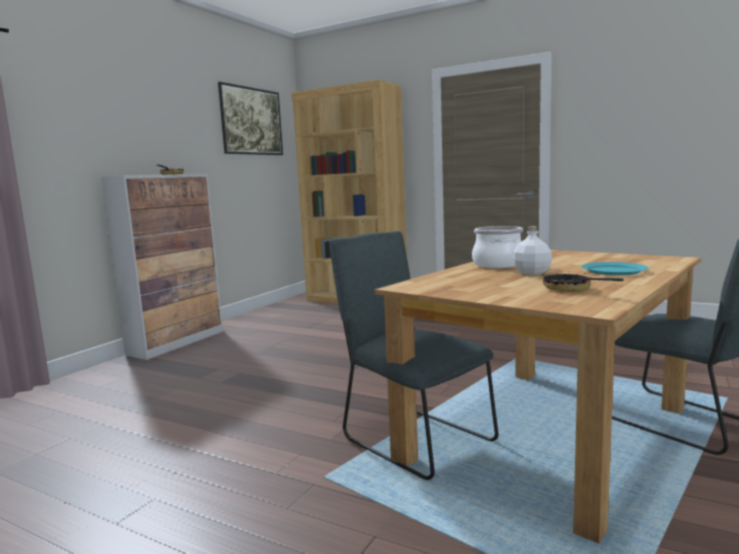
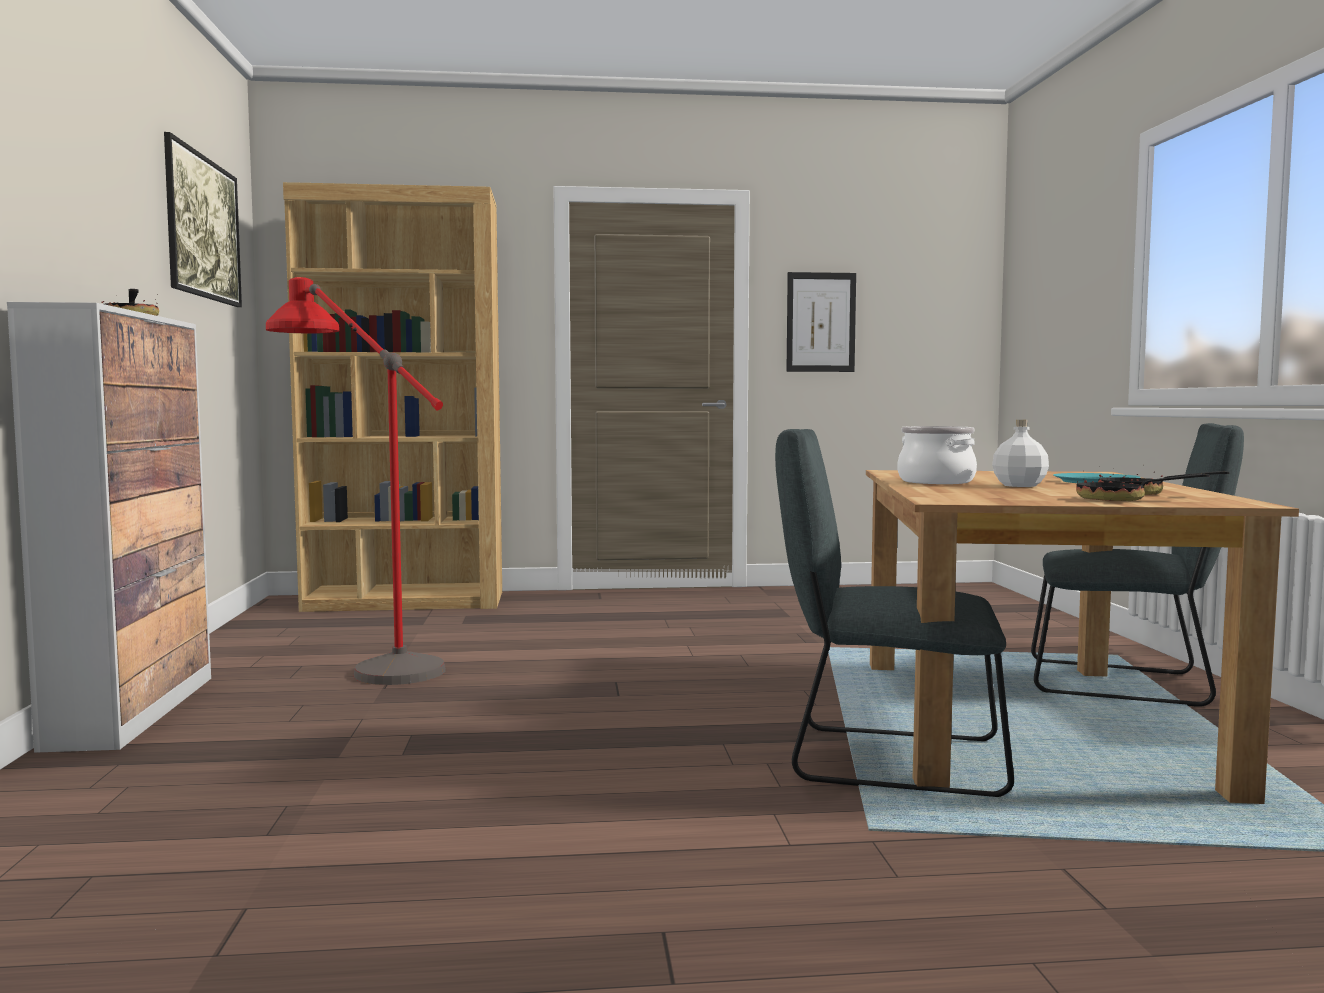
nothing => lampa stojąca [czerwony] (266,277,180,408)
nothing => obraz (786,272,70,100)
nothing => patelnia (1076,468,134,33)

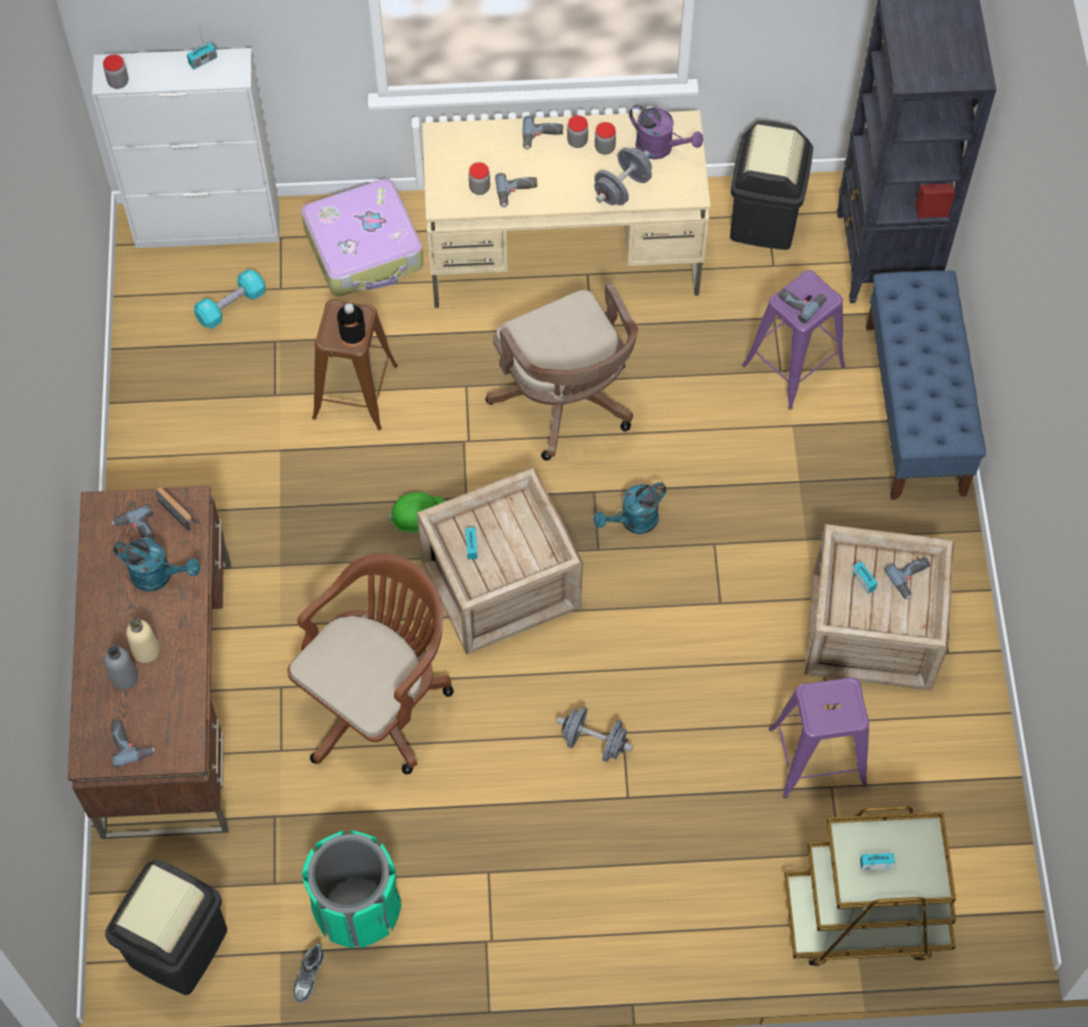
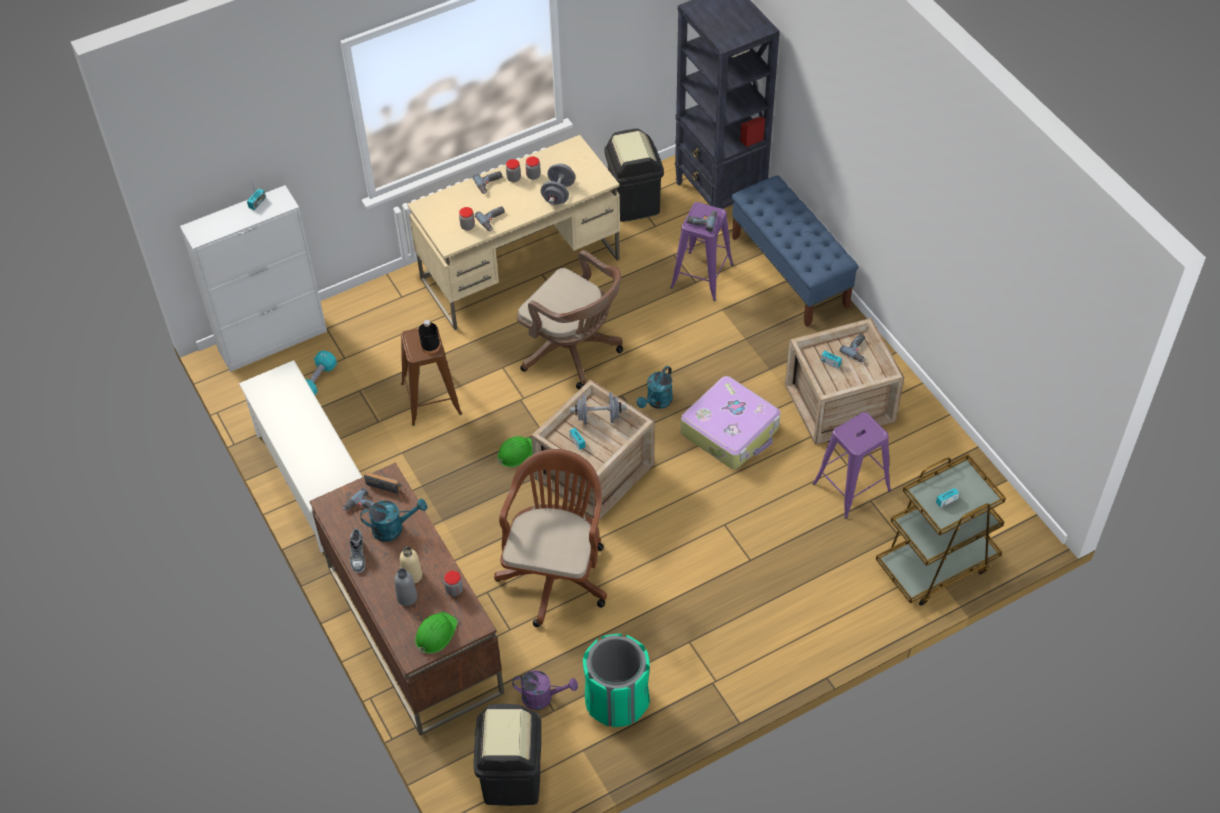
nothing => regał na buty [biały] (239,360,123,193)
słoik (103,54,26,35) => słoik (444,570,19,26), shifted
but (293,943,31,60) => but (350,528,15,45), shifted
walizka (301,178,123,119) => walizka (681,376,100,93), shifted
hantel [szary] (557,706,76,56) => hantel [szary] (570,392,57,33), shifted
konewka [fioletowy] (629,105,74,55) => konewka [fioletowy] (512,670,66,40), shifted
wiertarka (111,720,44,48) => kask [zielony] (415,612,43,42)

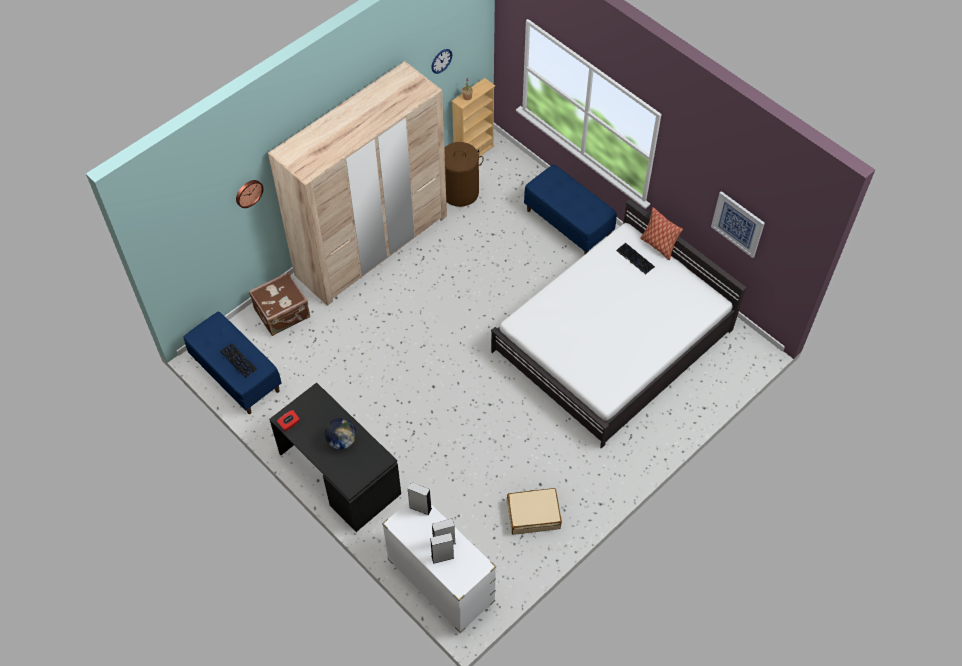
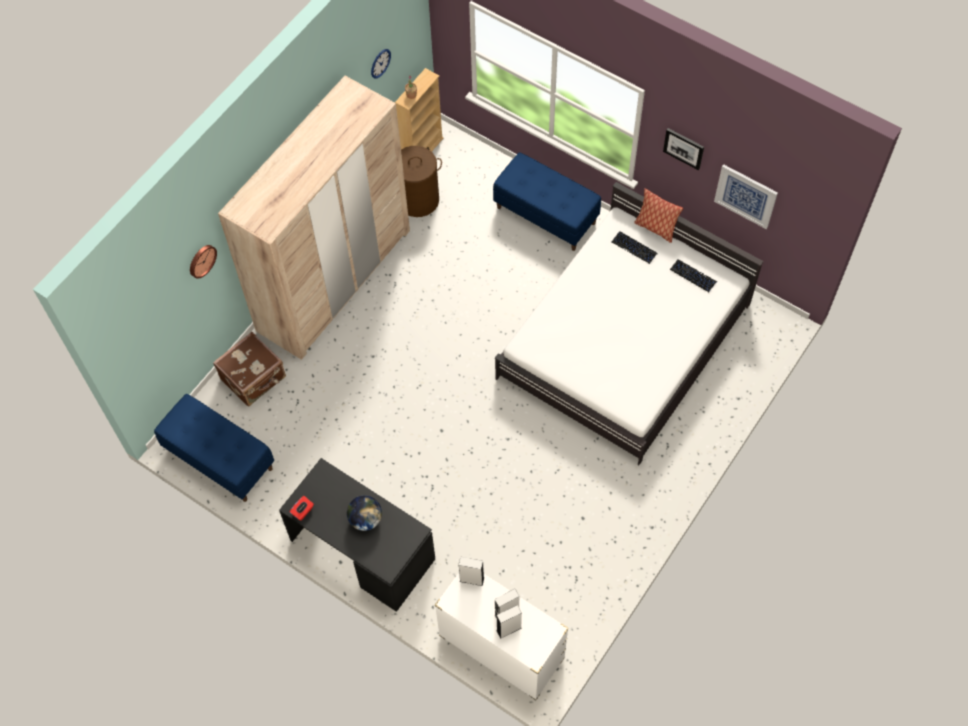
walizka [beżowy] (507,488,55,47) => nothing
nothing => obraz (663,128,41,42)
klawiatura (221,343,36,35) => klawiatura (670,259,47,33), shifted

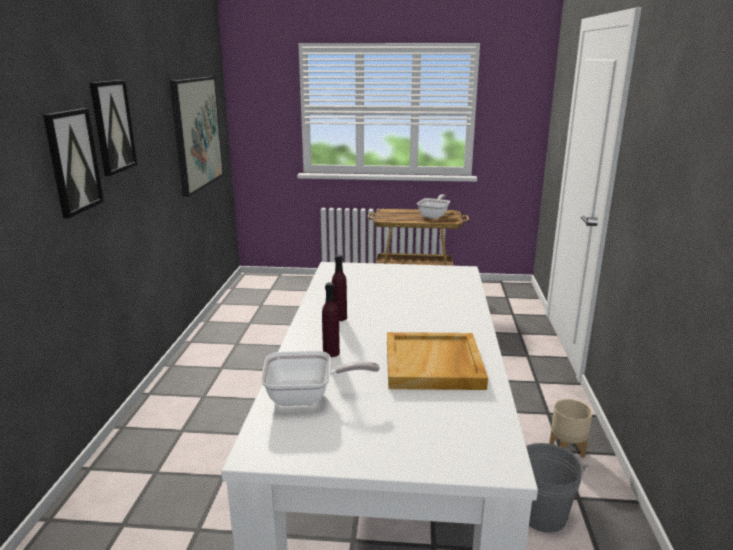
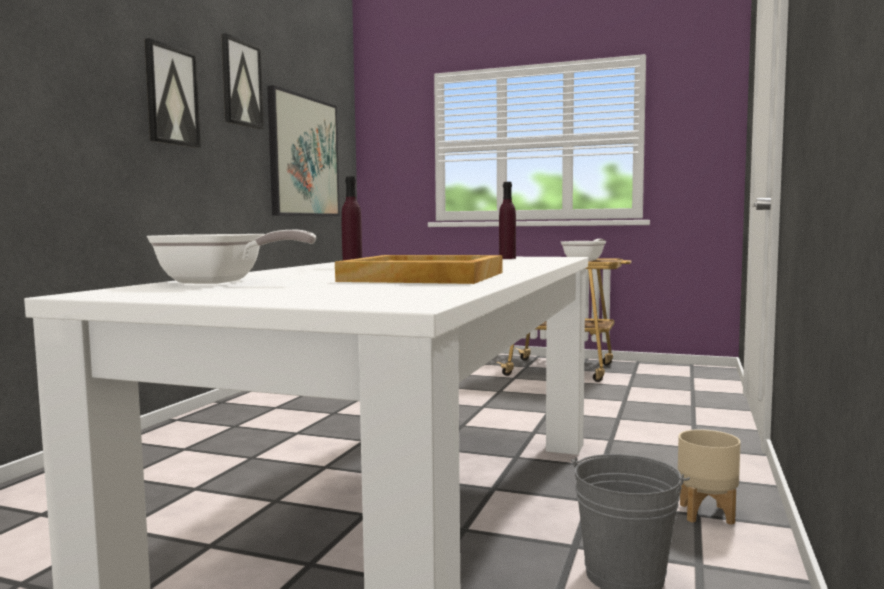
obraz (43,108,61,110) => obraz (221,33,43,96), shifted
butelka [fioletowy] (322,282,18,75) => butelka [fioletowy] (499,182,17,77), shifted

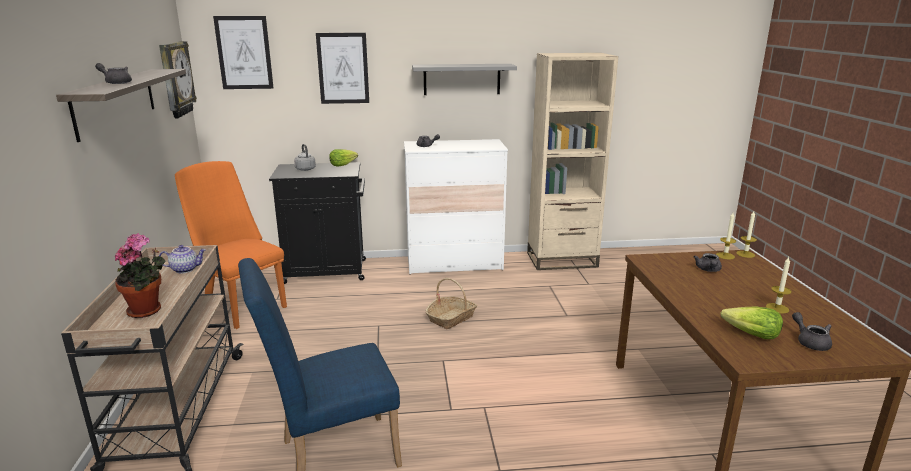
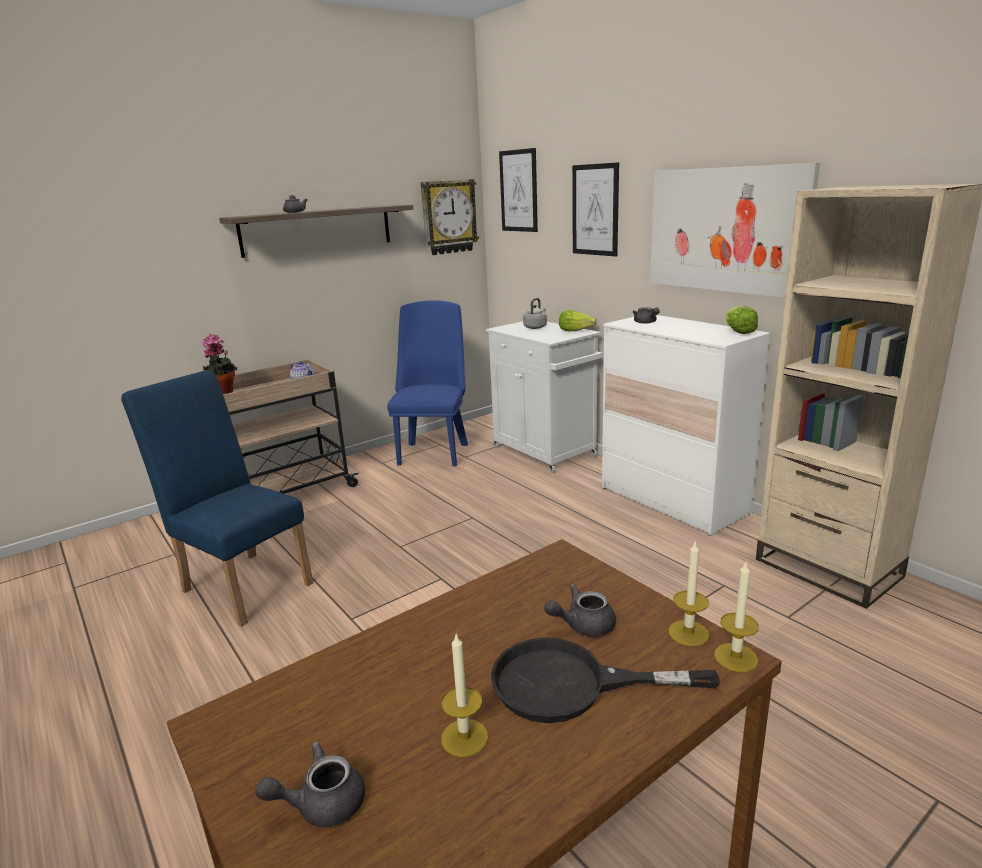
koszyk (425,278,52,51) => nothing
nothing => patelnia [czarny] (491,637,229,86)
sałata (721,306,62,33) => sałata (726,306,32,28), shifted
półka [szary] (412,64,105,31) => obraz (650,163,170,135)
krzesło [pomarańczowy] (175,161,112,168) => krzesło [niebieski] (387,300,81,166)
szafka [czarny] (269,162,97,122) => szafka [biały] (486,321,116,152)
imbryk [szary] (792,312,40,39) => imbryk [szary] (255,741,110,86), 150 degrees counterclockwise

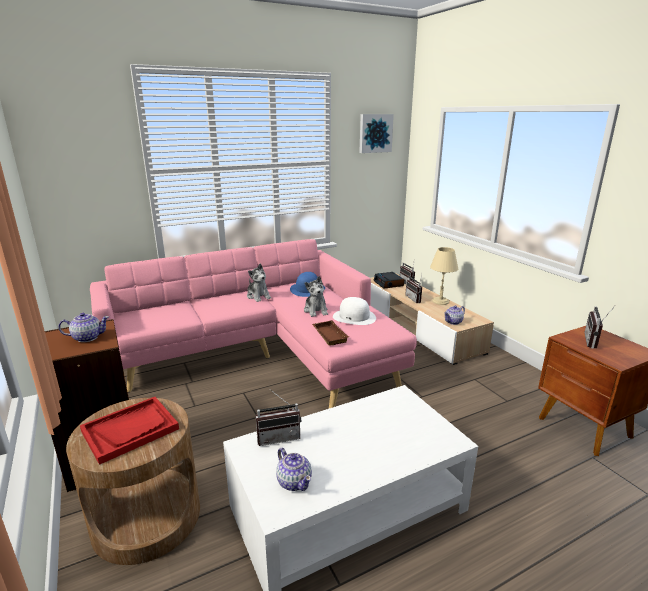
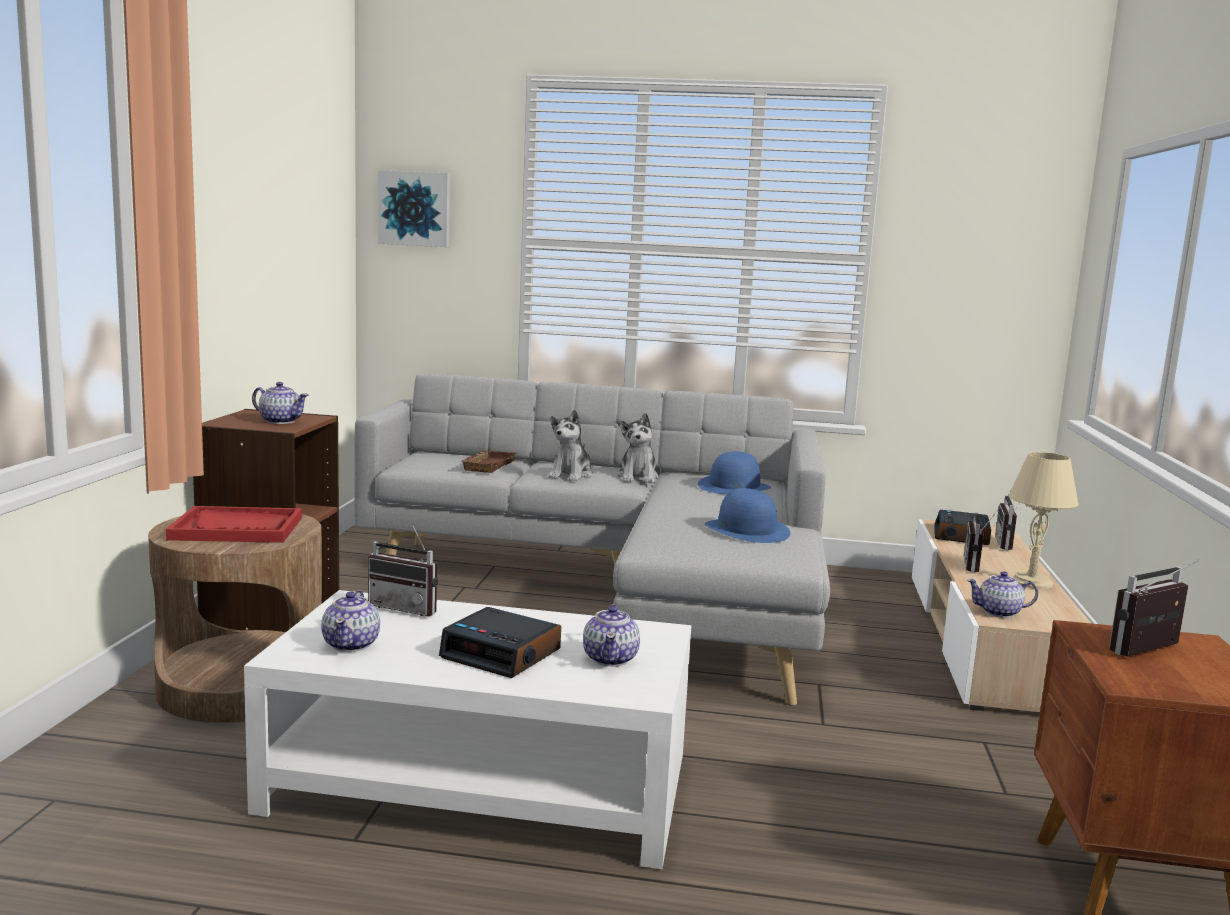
nothing => budzik (439,607,122,71)
nothing => imbryk (583,604,57,62)
pluszak (304,276,24,41) => pluszak (549,410,44,71), shifted
taca [brązowy] (312,320,37,26) => taca [brązowy] (461,451,55,22), shifted
obraz (359,114,35,39) => obraz (378,170,72,77), shifted
kanapa [różowy] (90,239,327,169) => kanapa [szary] (354,374,476,332)
kapelusz [biały] (333,297,43,28) => kapelusz [niebieski] (705,488,85,55)

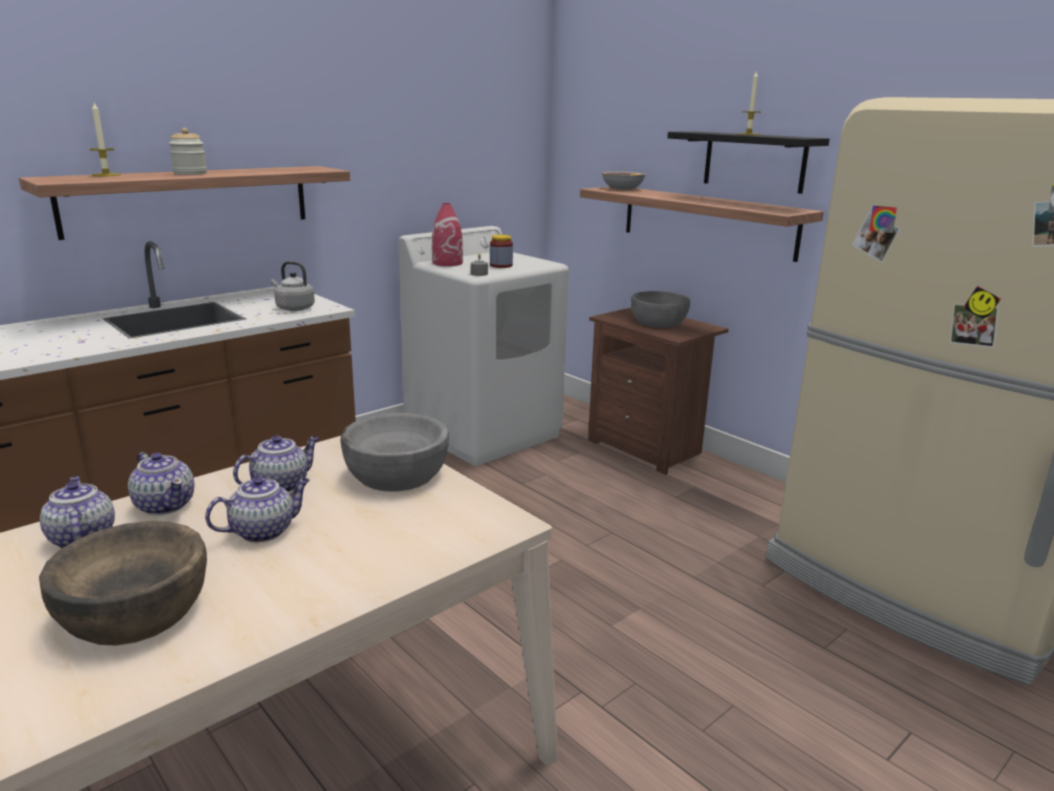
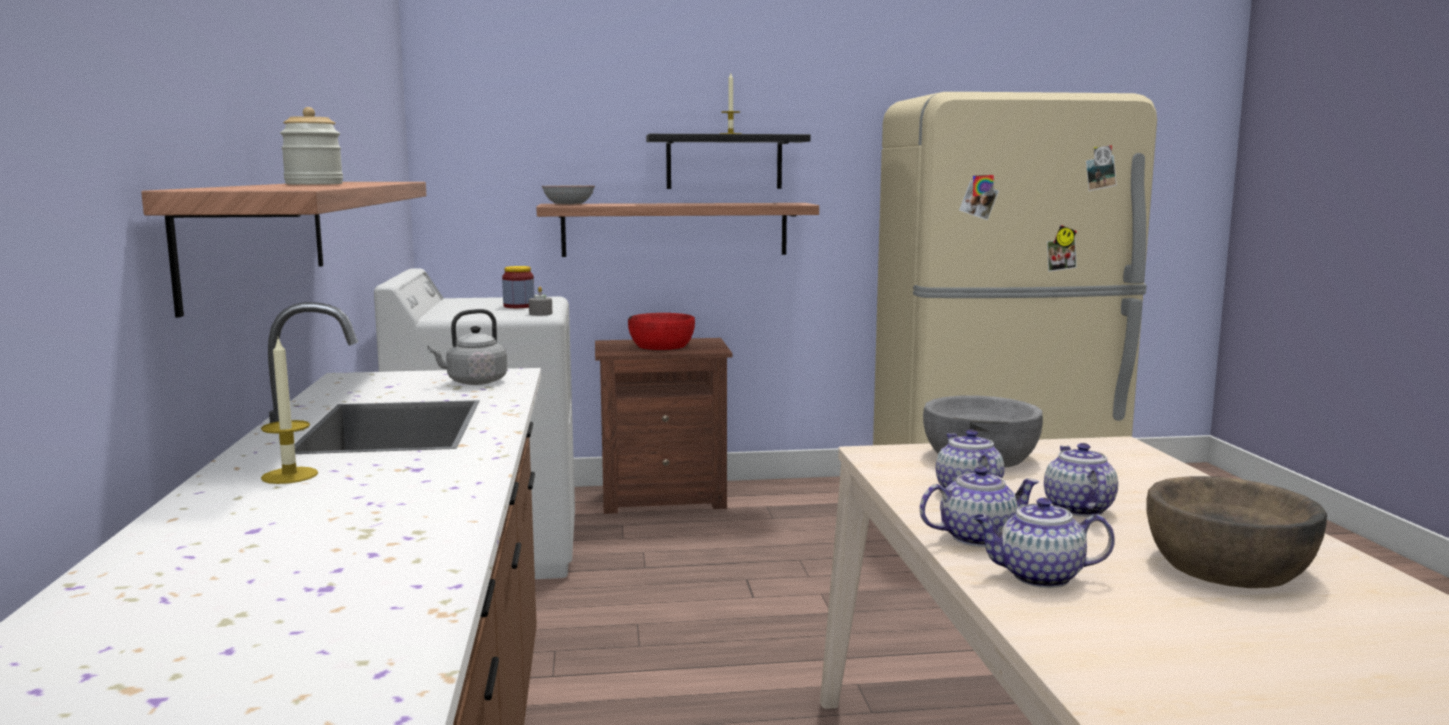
wazon [czerwony] (432,203,31,63) => nothing
świeca (90,103,31,73) => świeca (261,338,57,146), shifted
miska [szary] (631,291,59,37) => miska [czerwony] (628,313,67,37)

